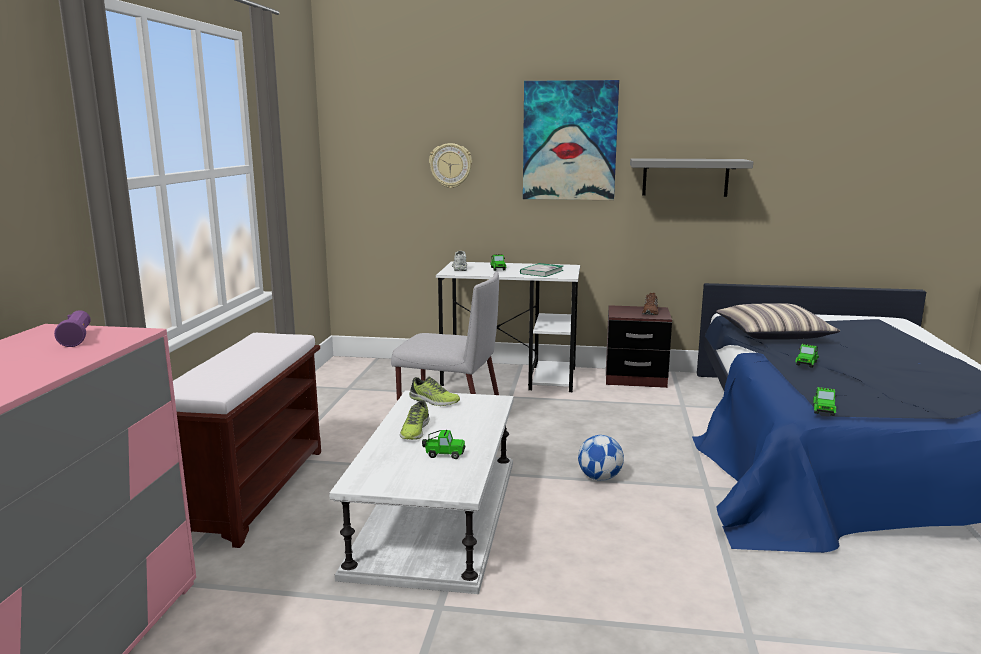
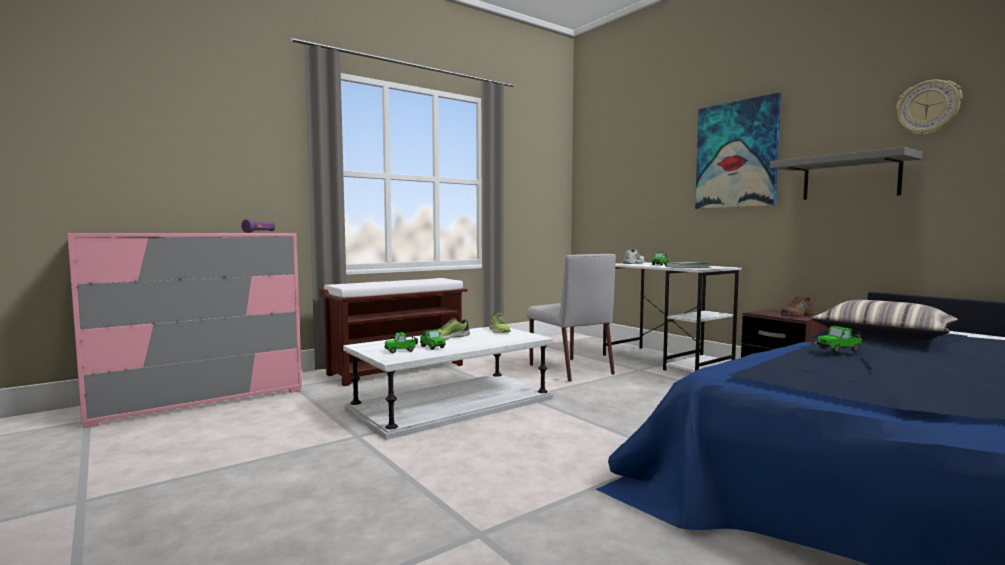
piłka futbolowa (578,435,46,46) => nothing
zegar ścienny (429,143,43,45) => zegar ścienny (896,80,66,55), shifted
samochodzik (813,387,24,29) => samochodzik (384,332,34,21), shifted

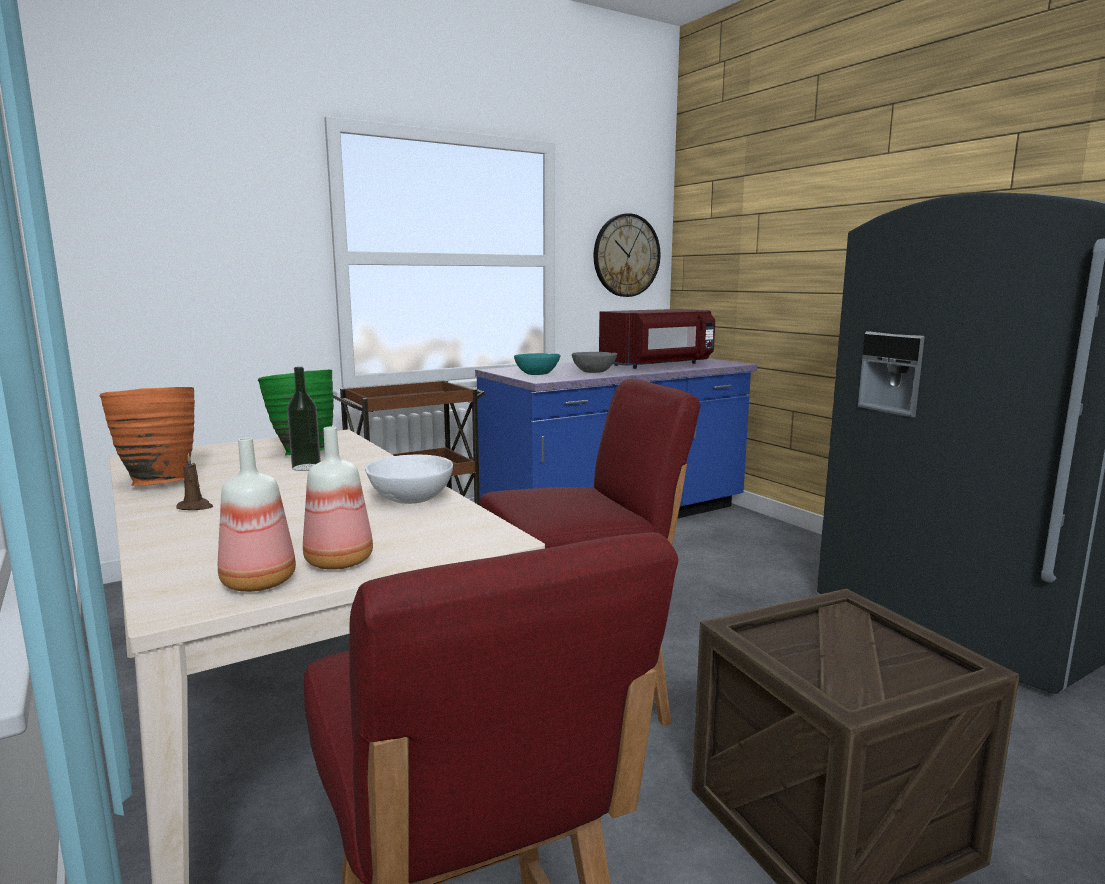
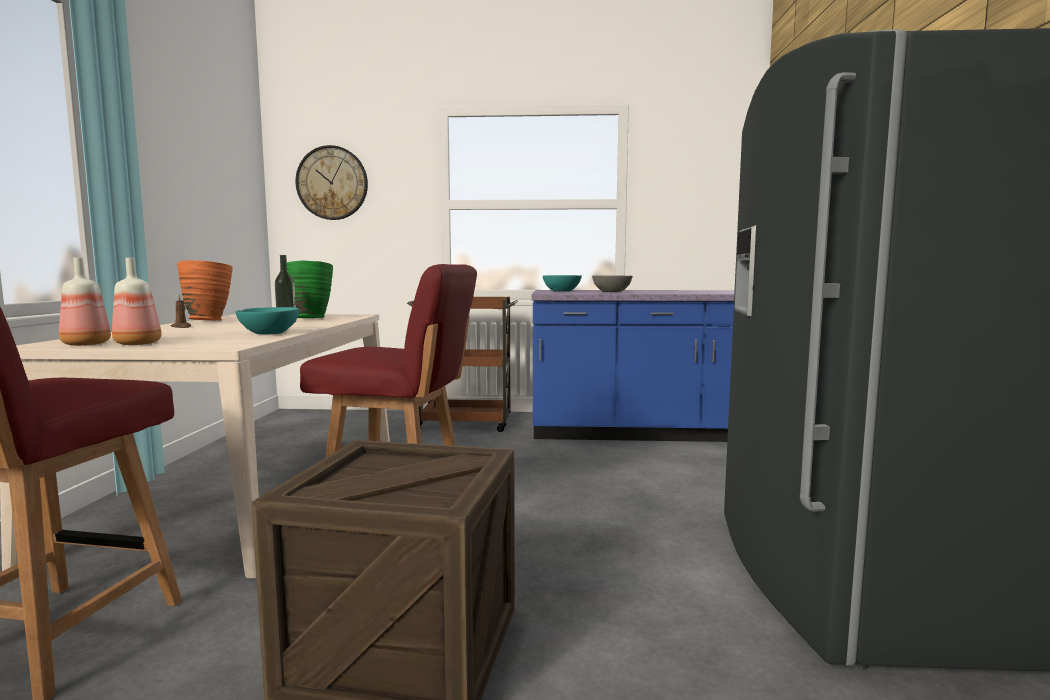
mikrofalówka [czerwony] (599,309,116,60) => nothing
zegar ścienny (594,213,66,84) => zegar ścienny (295,145,73,75), shifted
miska [biały] (365,455,88,49) => miska [turkusowy] (235,307,64,28)

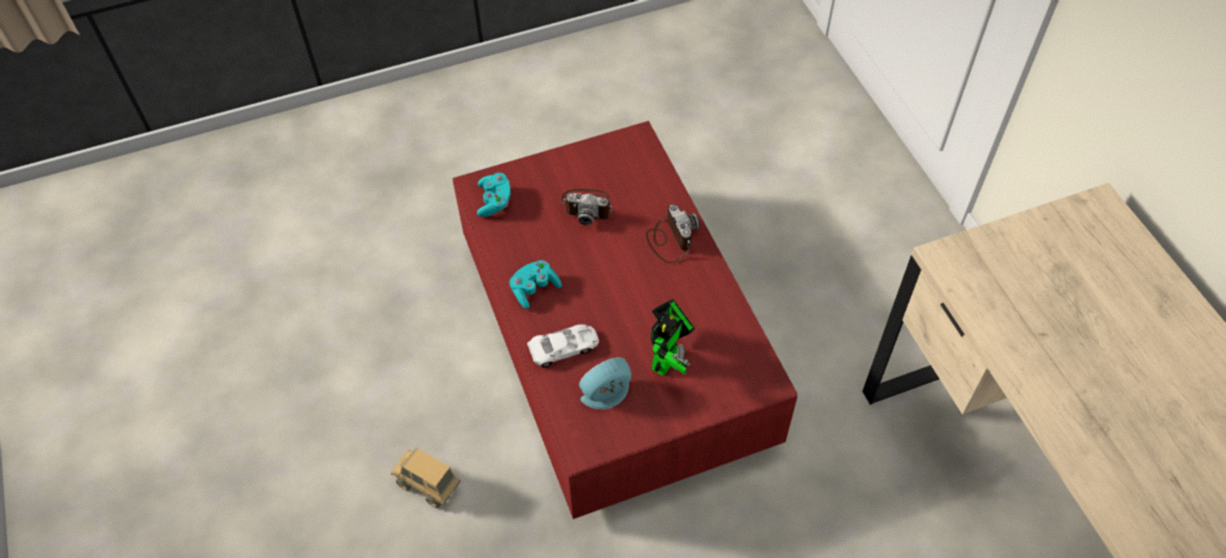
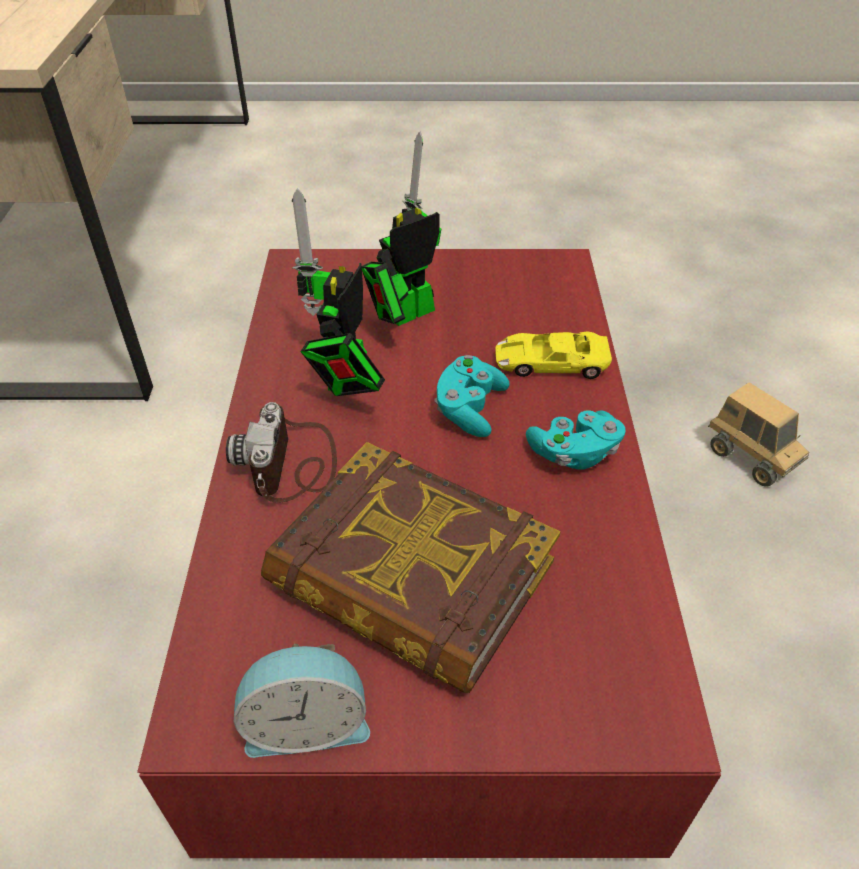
nothing => robot zabawkowy (292,188,93,208)
pad do gier [turkusowy] (477,173,34,44) => pad do gier [turkusowy] (435,355,75,82), shifted
budzik (579,357,52,52) => budzik (234,644,136,114), shifted
aparat fotograficzny (561,189,54,37) => książka (261,442,300,251)
samochodzik [biały] (527,324,72,44) => samochodzik [żółty] (495,331,117,48)

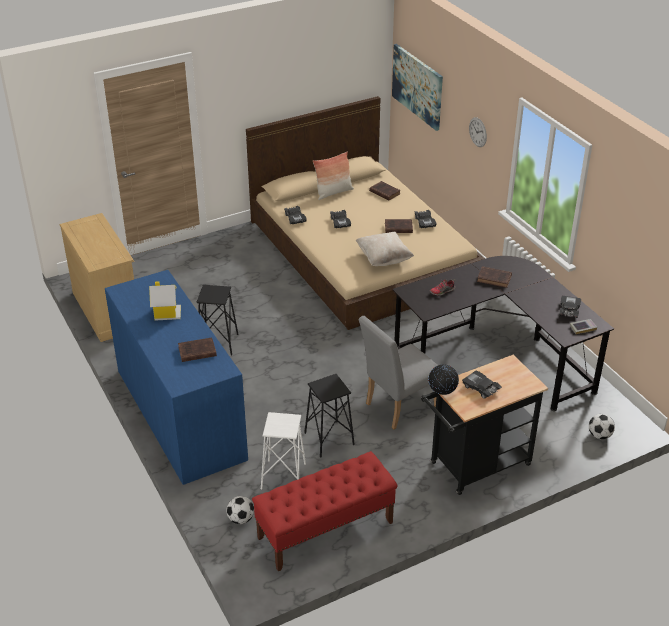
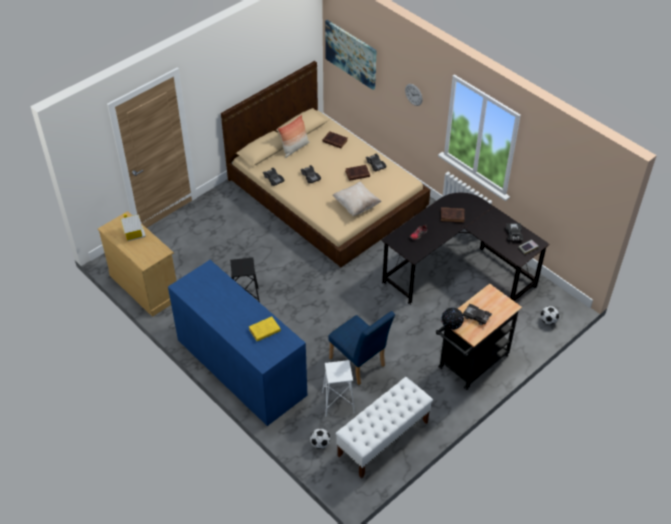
krzesło [szary] (359,316,79,113) => nothing
domek (149,281,32,40) => domek (120,214,26,27), shifted
stołek [czarny] (304,374,51,83) => krzesło [niebieski] (328,311,67,74)
książka [brązowy] (178,337,39,25) => książka [żółty] (249,317,32,24)
ławka [czerwony] (252,451,146,120) => ławka [biały] (335,377,98,101)

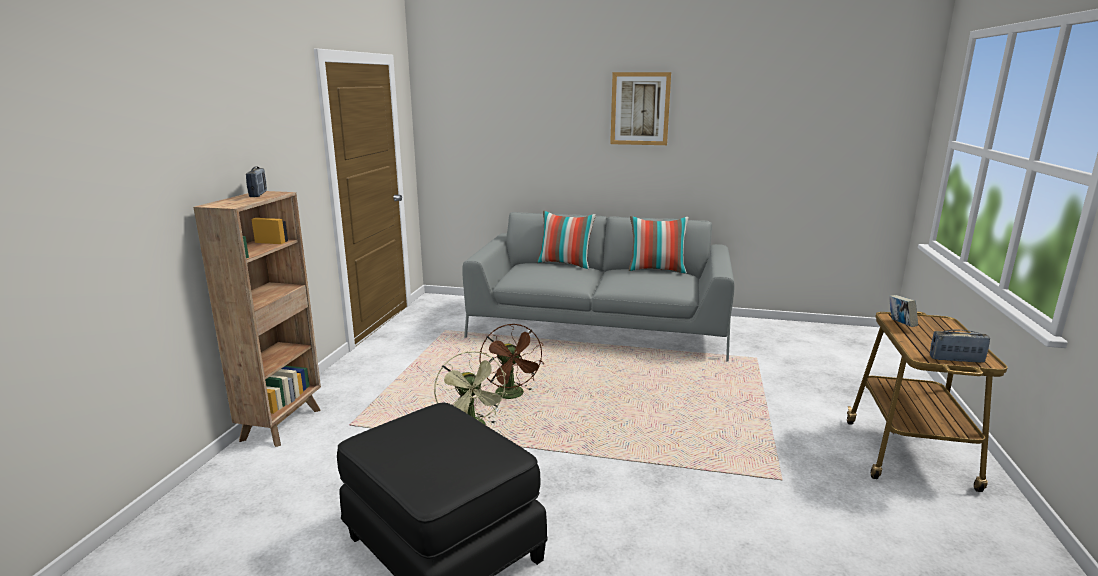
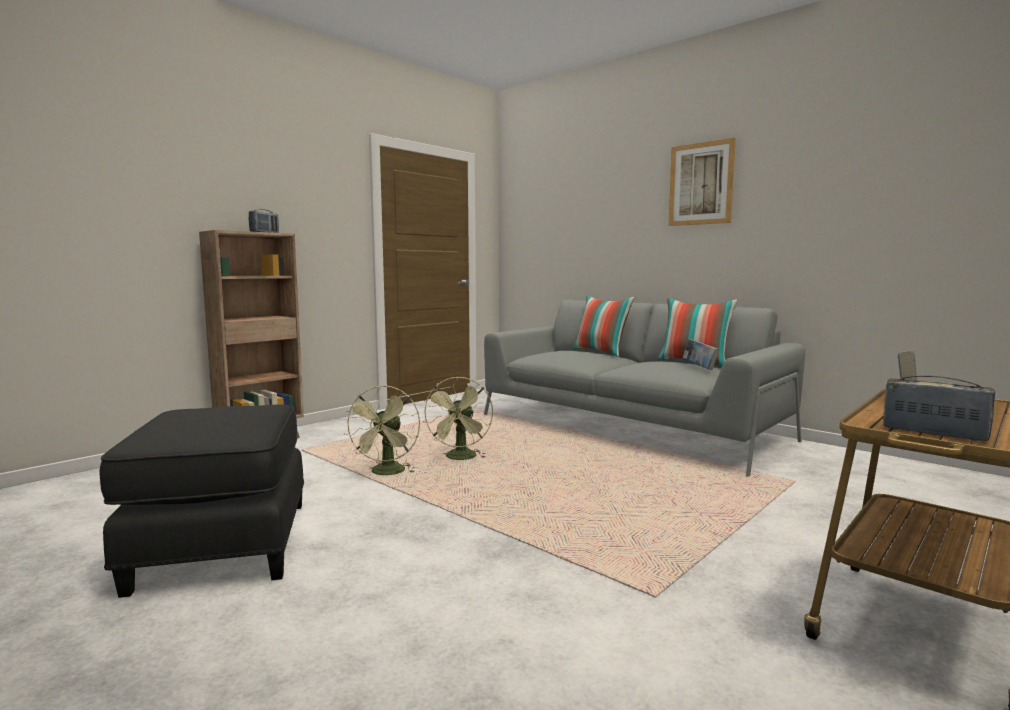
nothing => książka (682,339,37,31)
wentylator [brązowy] (479,324,65,75) => wentylator [zielony] (423,377,70,83)

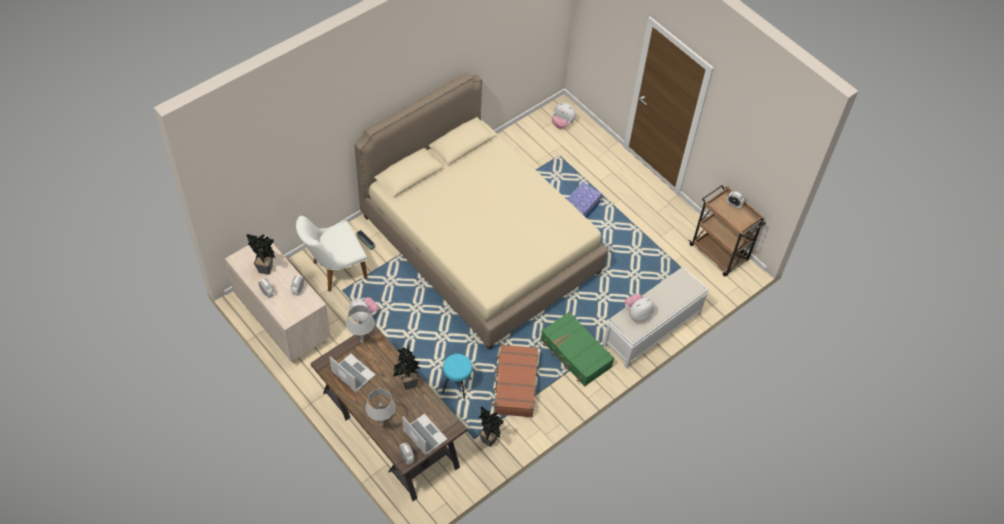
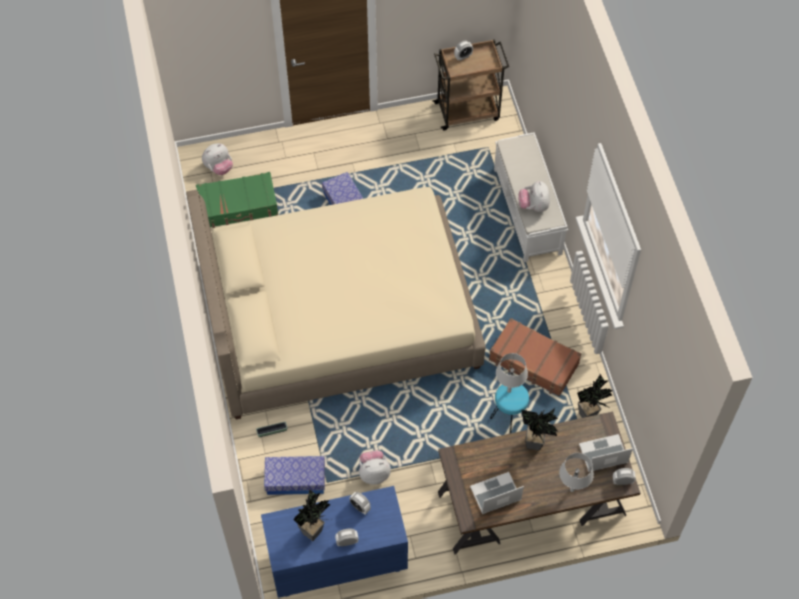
lampa stołowa [szary] (346,305,29,38) => lampa stołowa [szary] (496,353,32,40), shifted
walizka [zielony] (540,312,74,75) => walizka [zielony] (196,172,82,56), shifted
krzesło [biały] (296,216,72,76) => pojemnik do przechowywania (264,456,61,39)
komoda [beżowy] (225,235,106,128) => komoda [niebieski] (261,486,147,112)

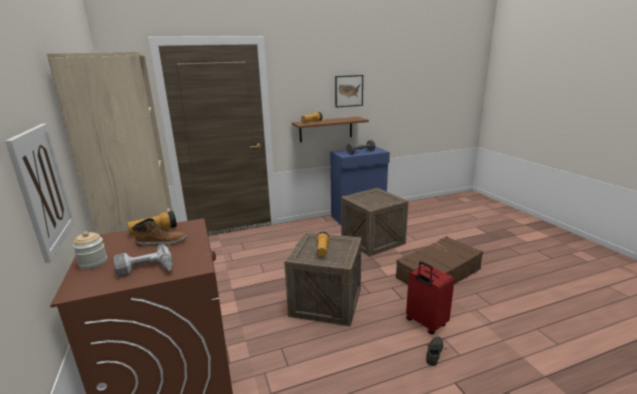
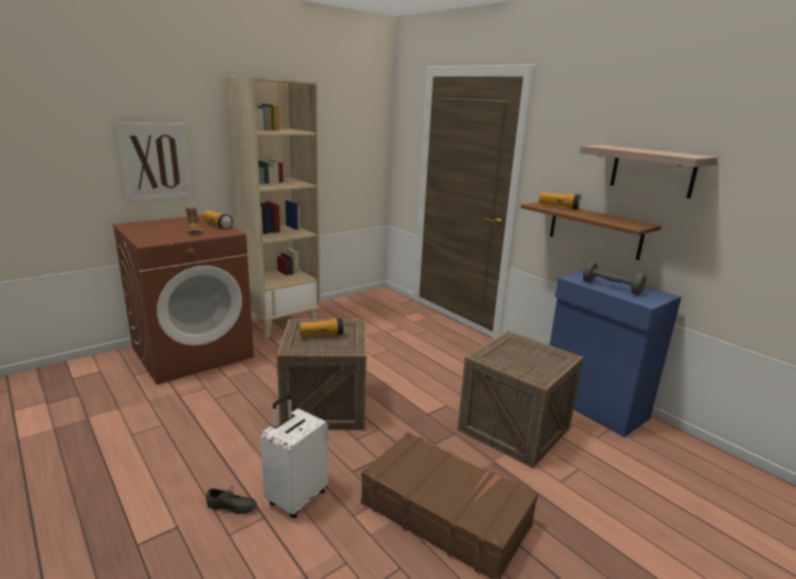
słoik (72,231,35,38) => nothing
wiertarka (113,244,60,33) => nothing
obraz (335,75,28,33) => półka (580,145,138,54)
walizka [czerwony] (406,261,48,73) => walizka [biały] (260,394,68,124)

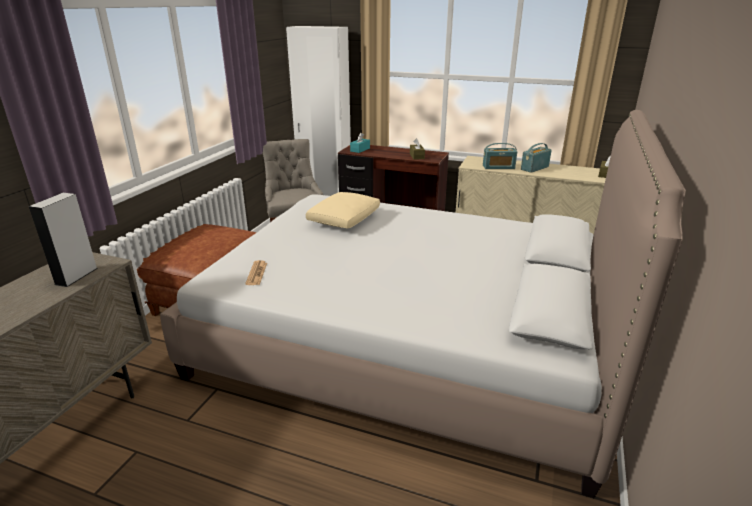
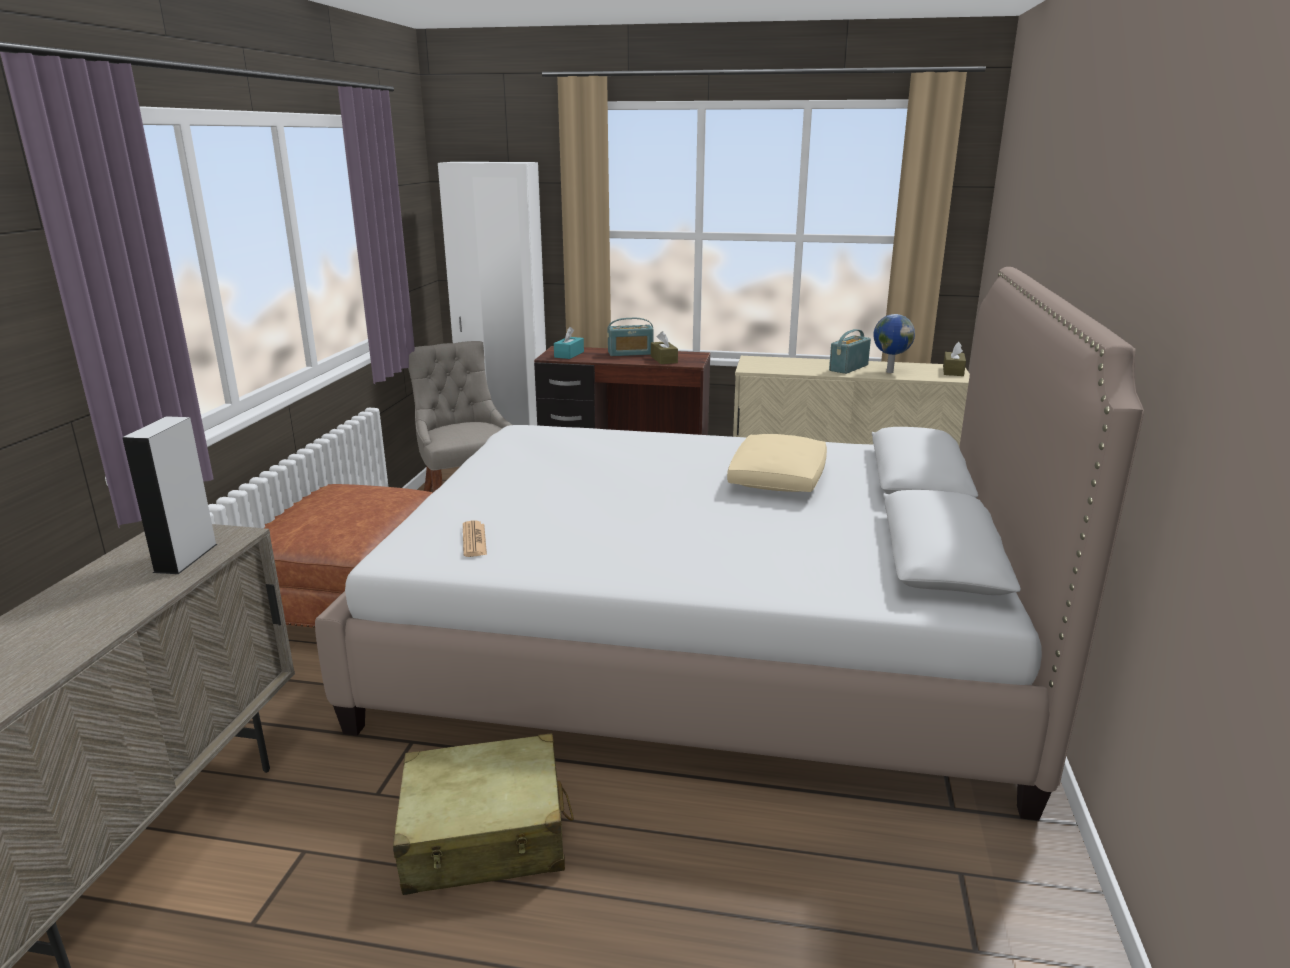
nothing => walizka [beżowy] (393,733,181,162)
nothing => globus (873,314,42,59)
poduszka [beżowy] (306,192,74,37) => poduszka [beżowy] (727,434,100,58), shifted
radio (483,143,34,26) => radio (607,318,47,38), shifted

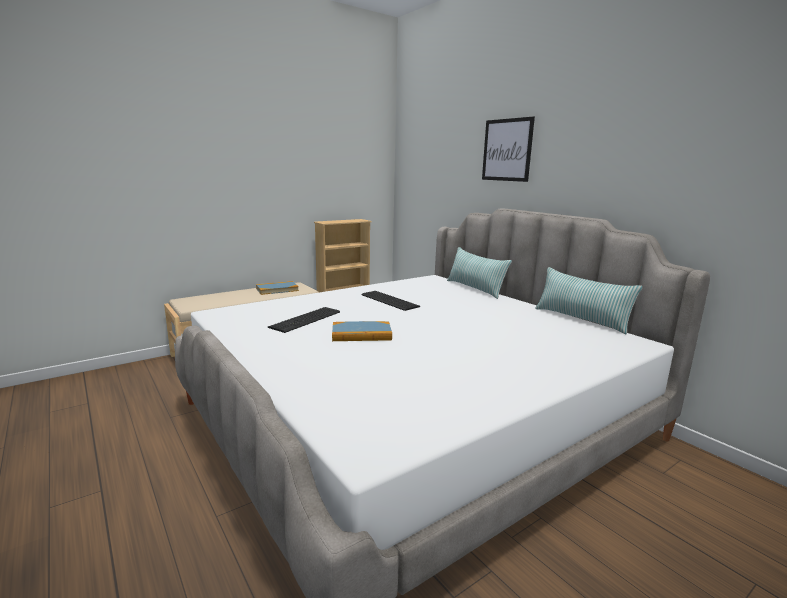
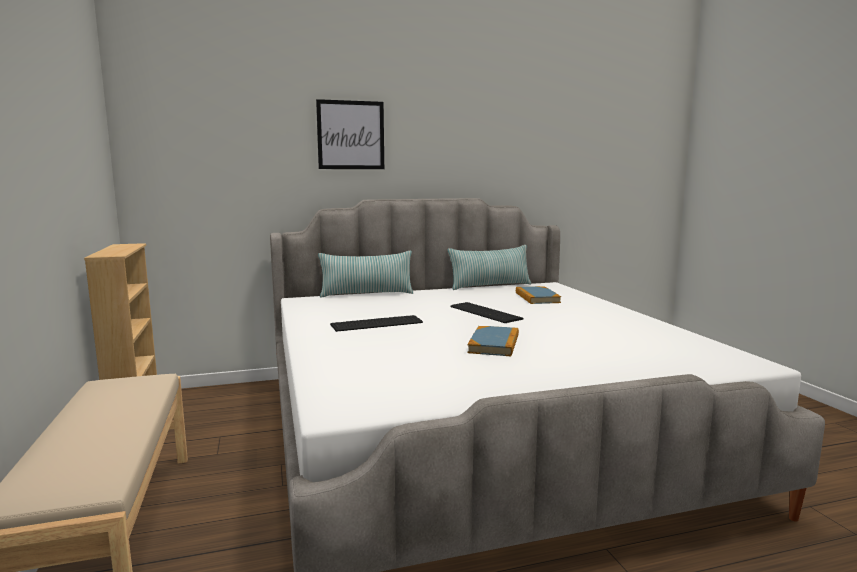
książka (256,281,43,14) => książka (516,286,45,18), shifted
klawiatura (268,307,72,26) => klawiatura (450,302,74,21), shifted

